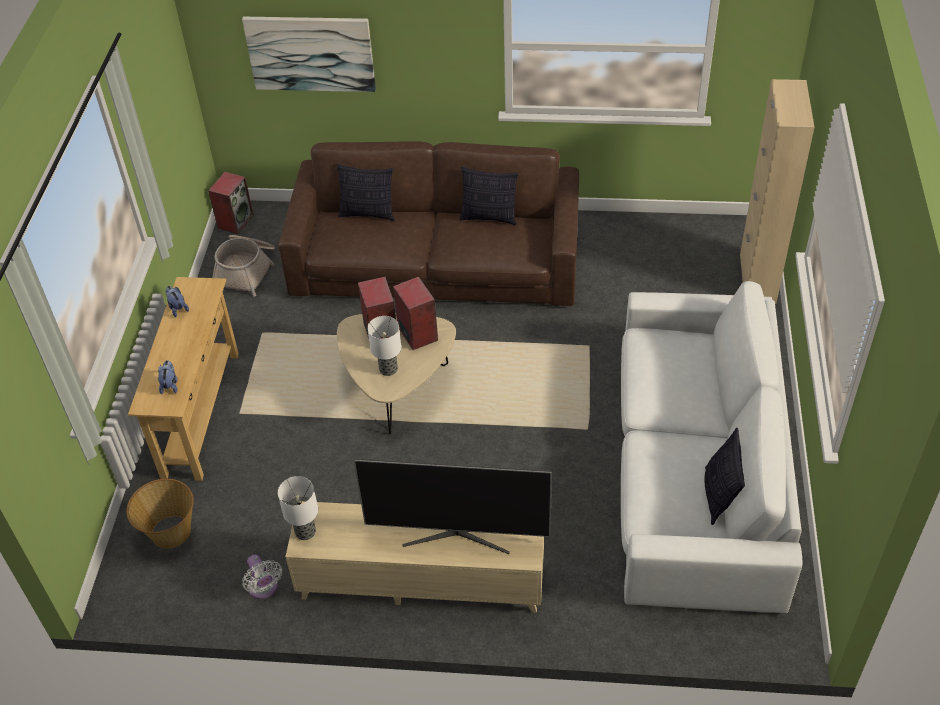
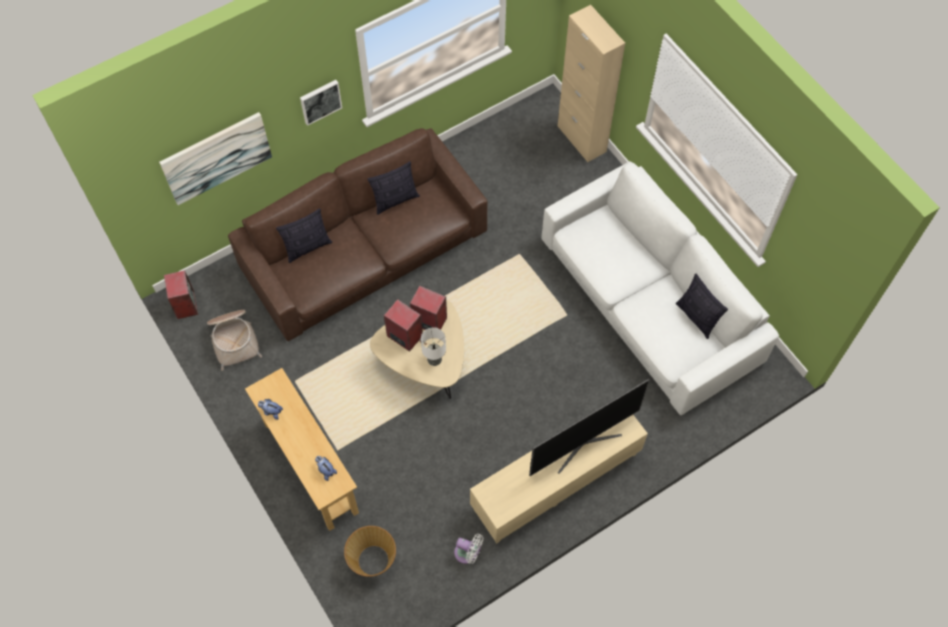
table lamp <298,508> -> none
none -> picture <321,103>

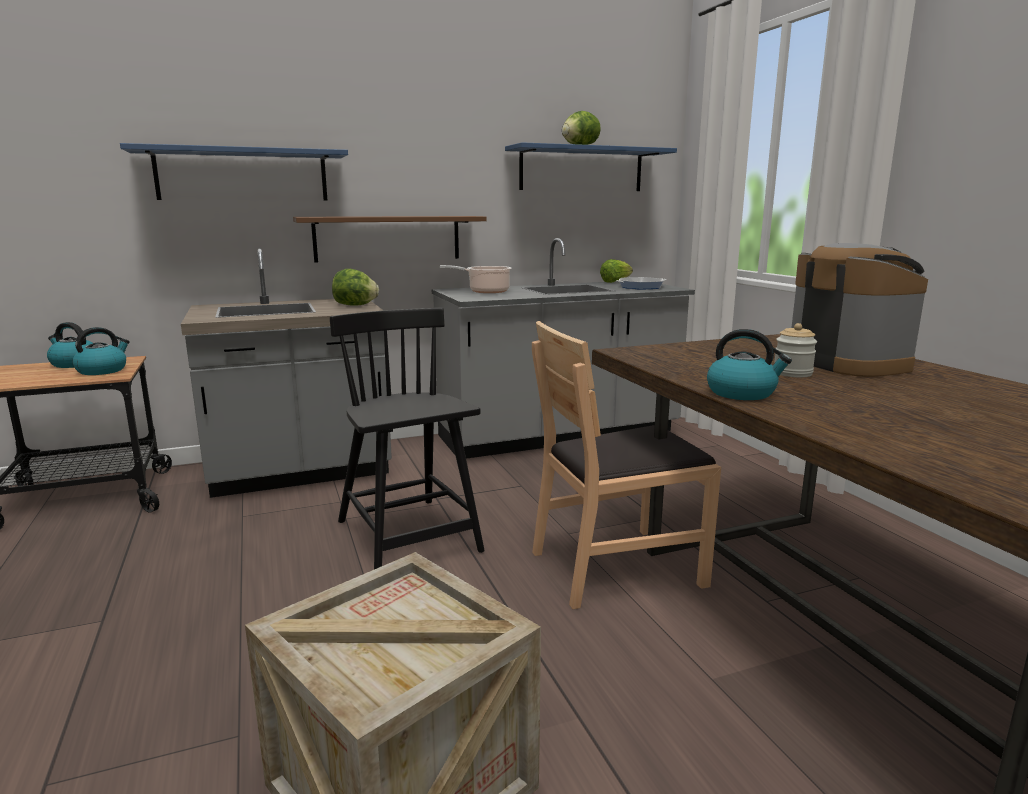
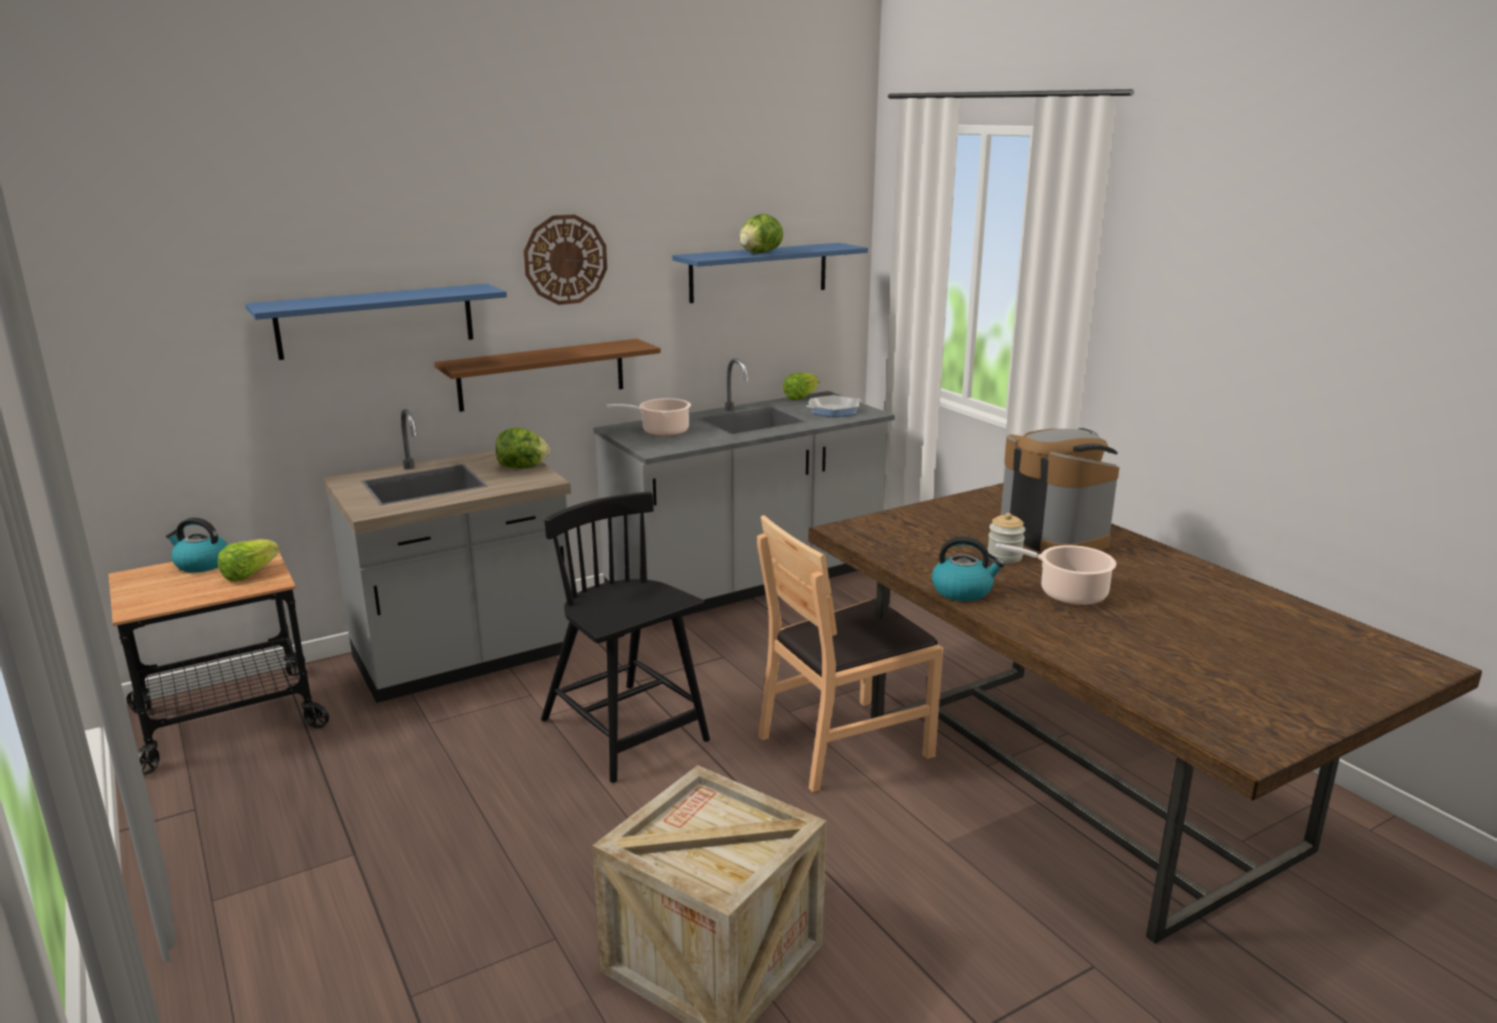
none -> hanging clock <565,259>
none -> saucepot <1055,574>
tea kettle <101,351> -> lettuce head <248,560>

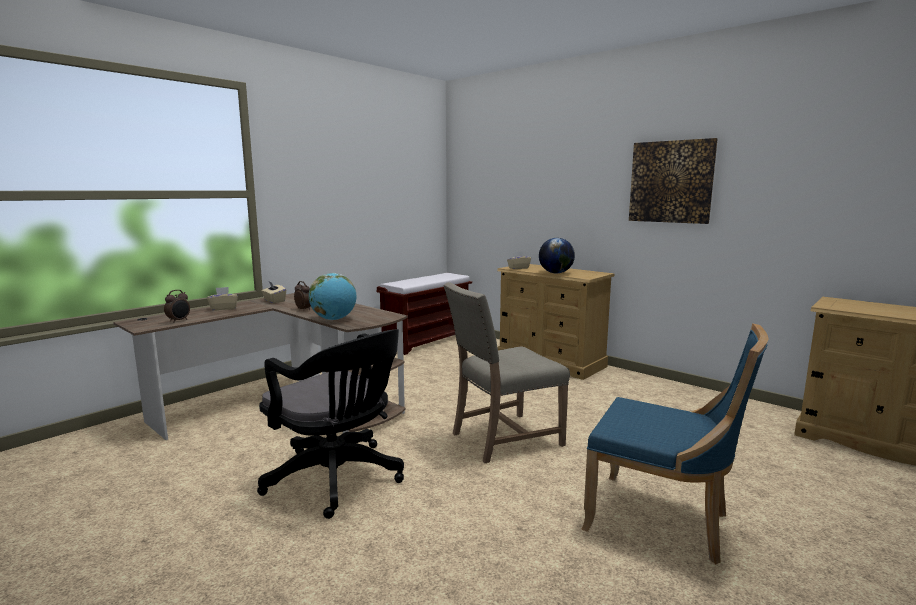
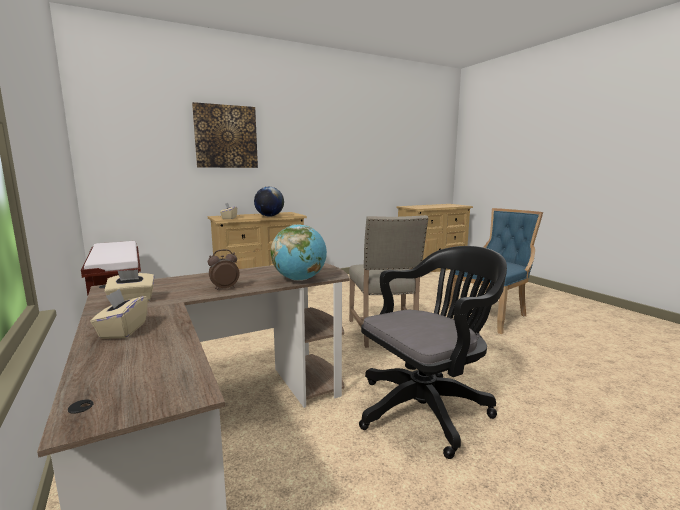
table clock <177,306> -> none
picture <673,181> -> picture <225,135>, relocated

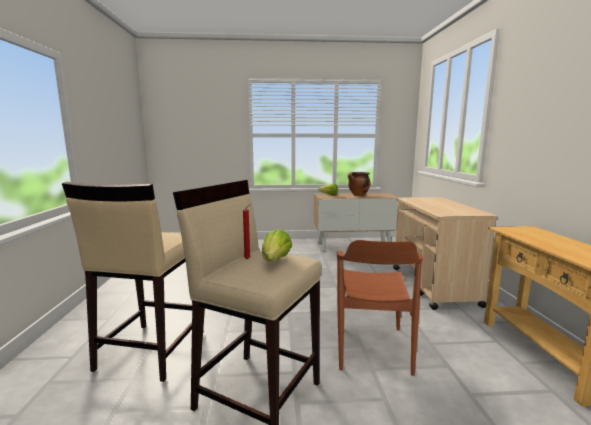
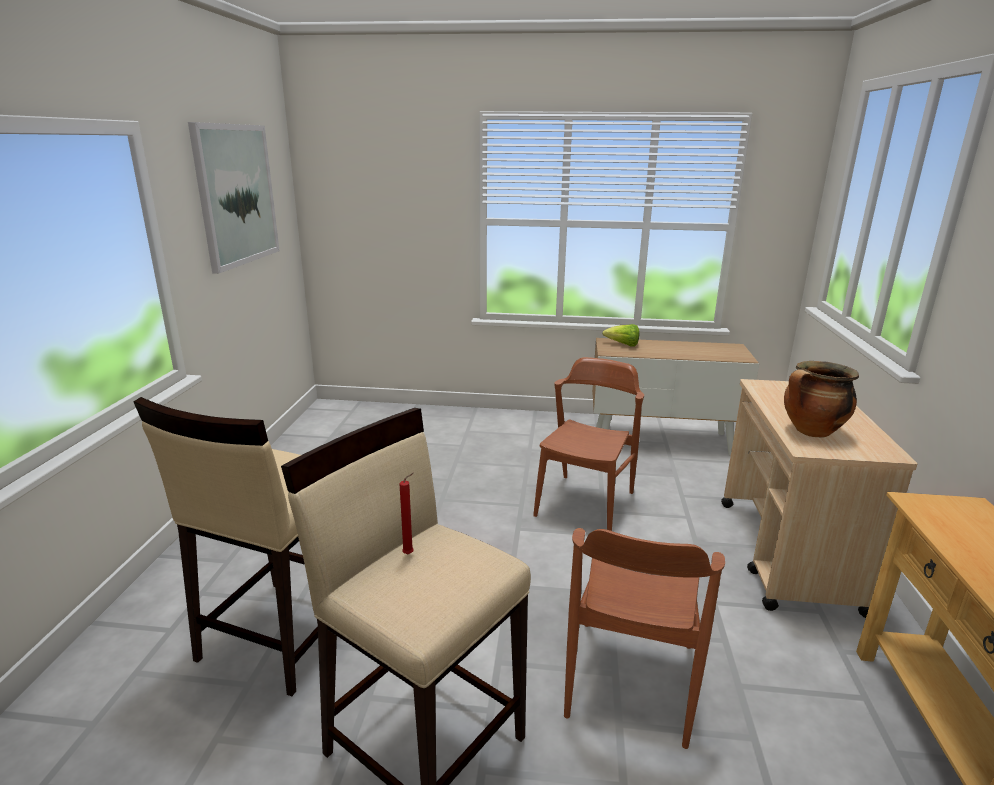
lettuce head <277,245> -> none
none -> picture <234,198>
none -> brown-coloured chair <588,444>
saucepot <359,184> -> saucepot <821,399>, relocated

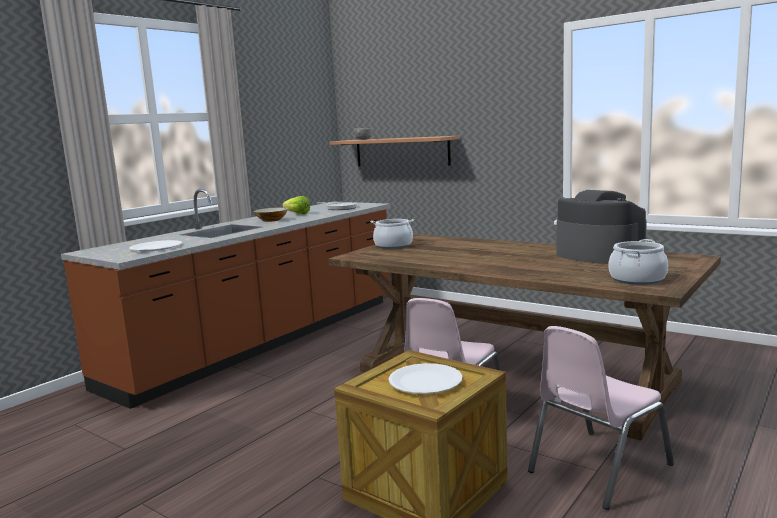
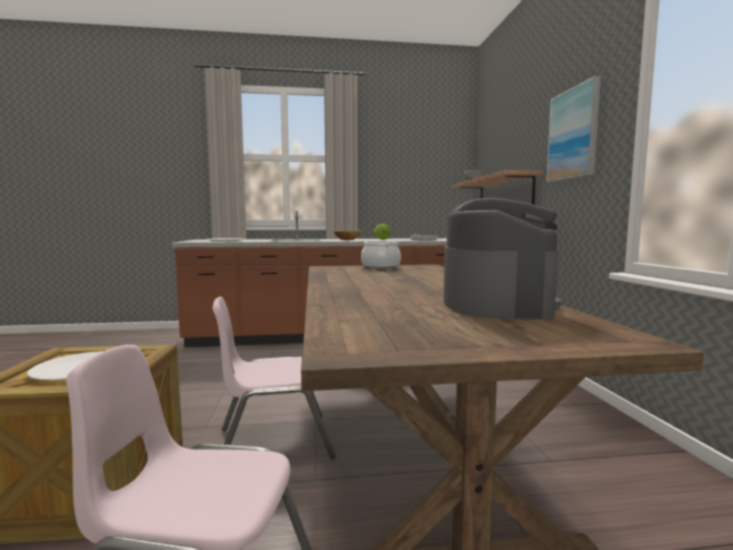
saucepot <638,262> -> none
none -> picture <573,129>

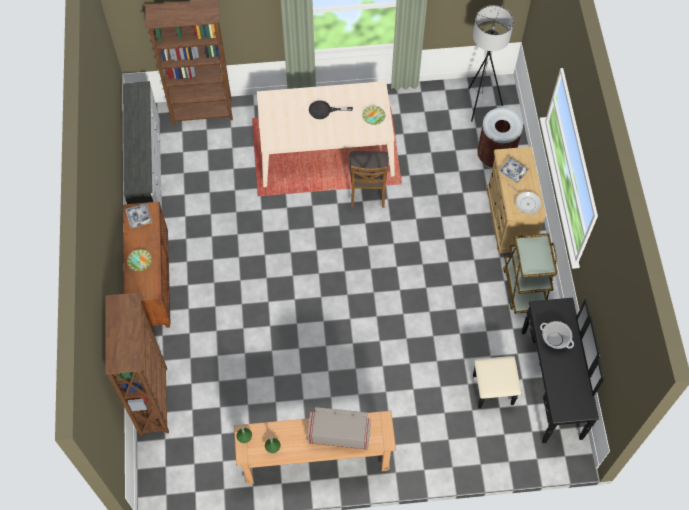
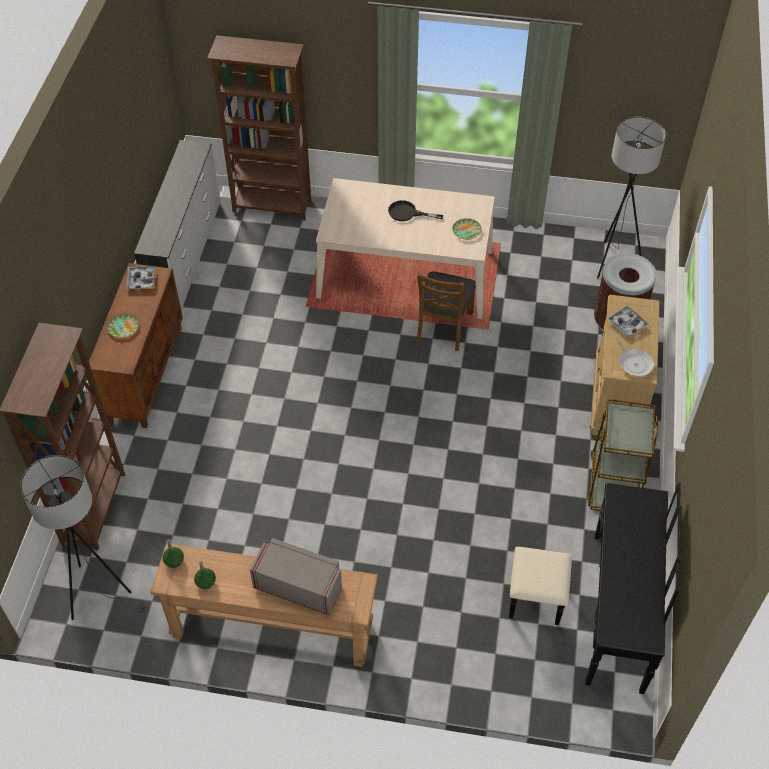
saucepot <557,335> -> none
none -> grey floor lamp <83,537>

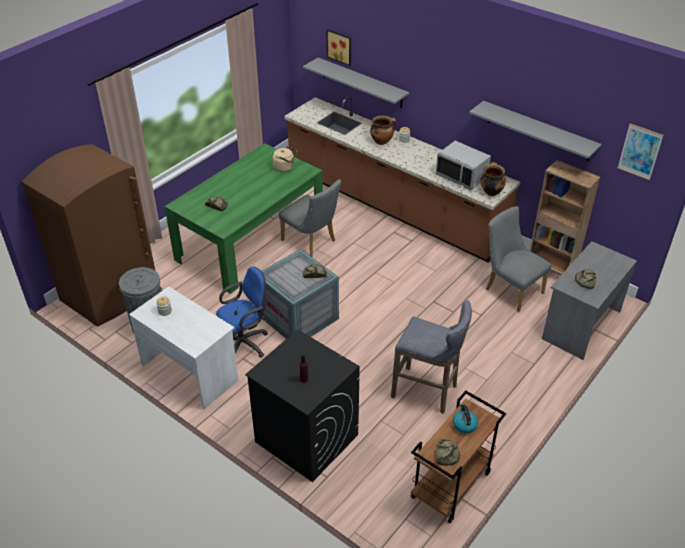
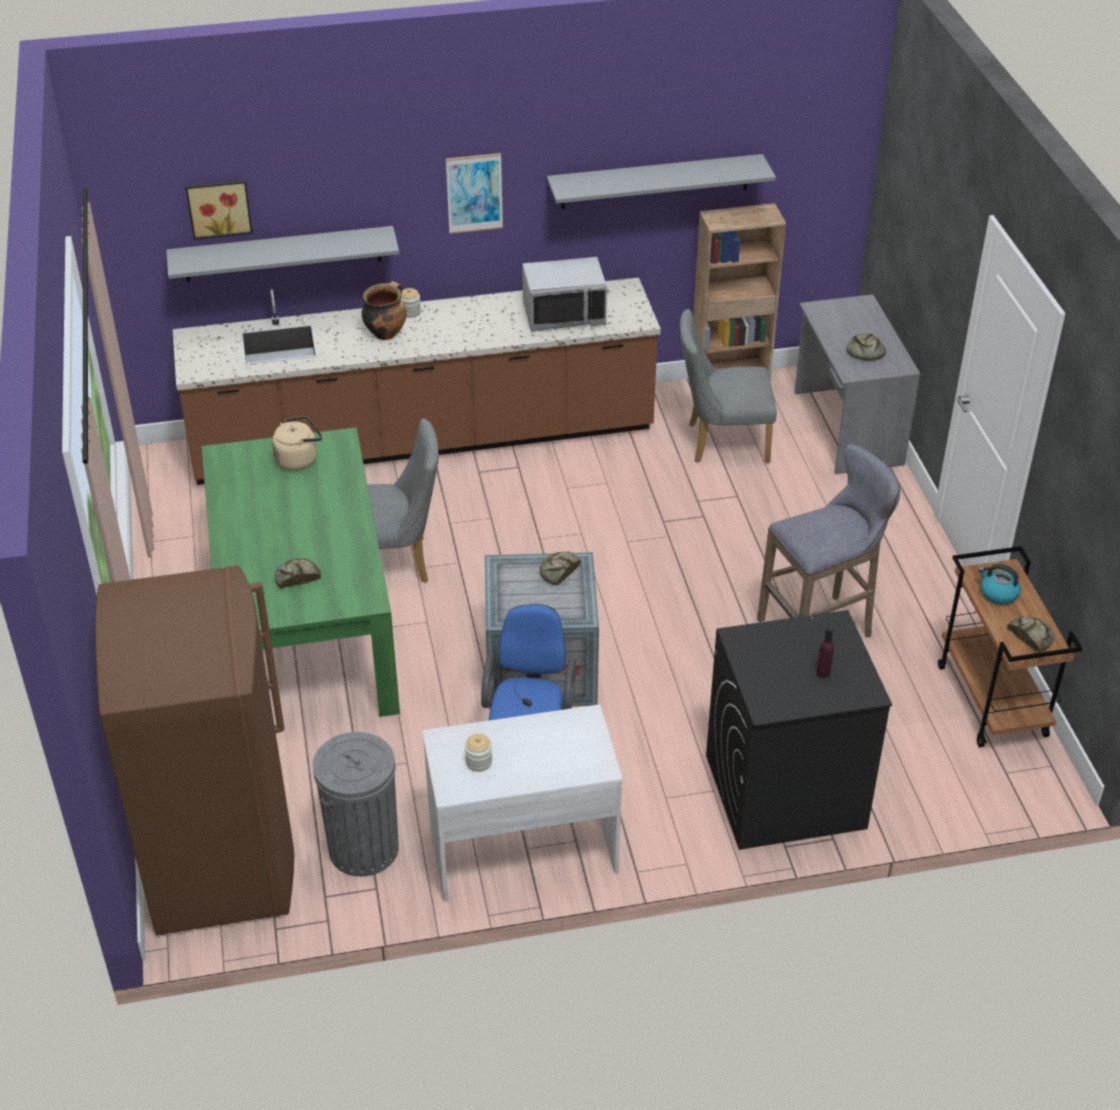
saucepot <493,179> -> none
picture <641,151> -> picture <474,193>, relocated

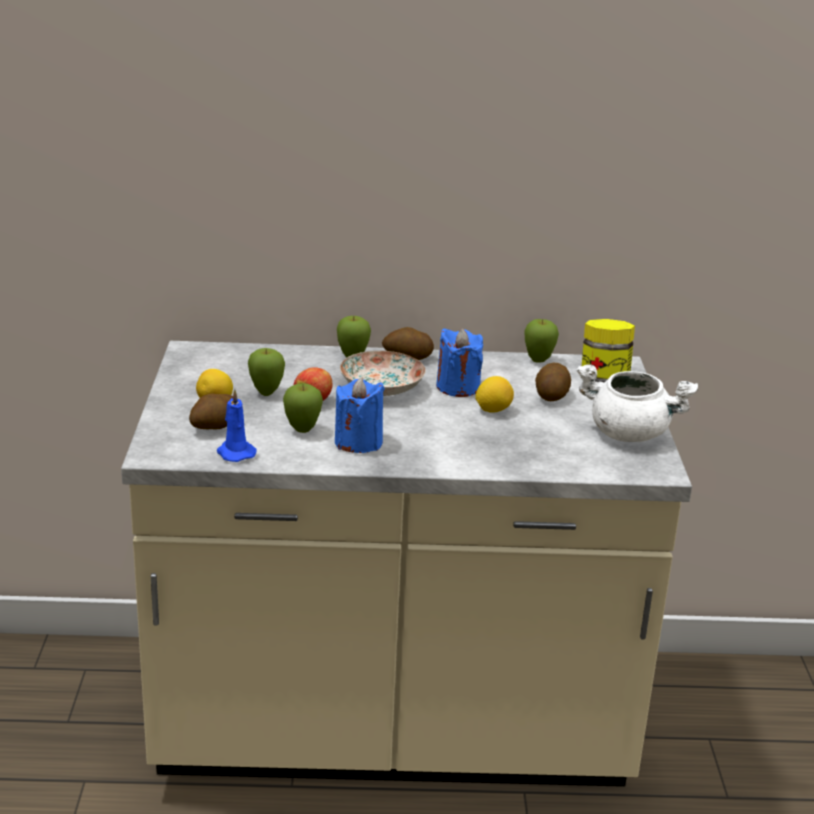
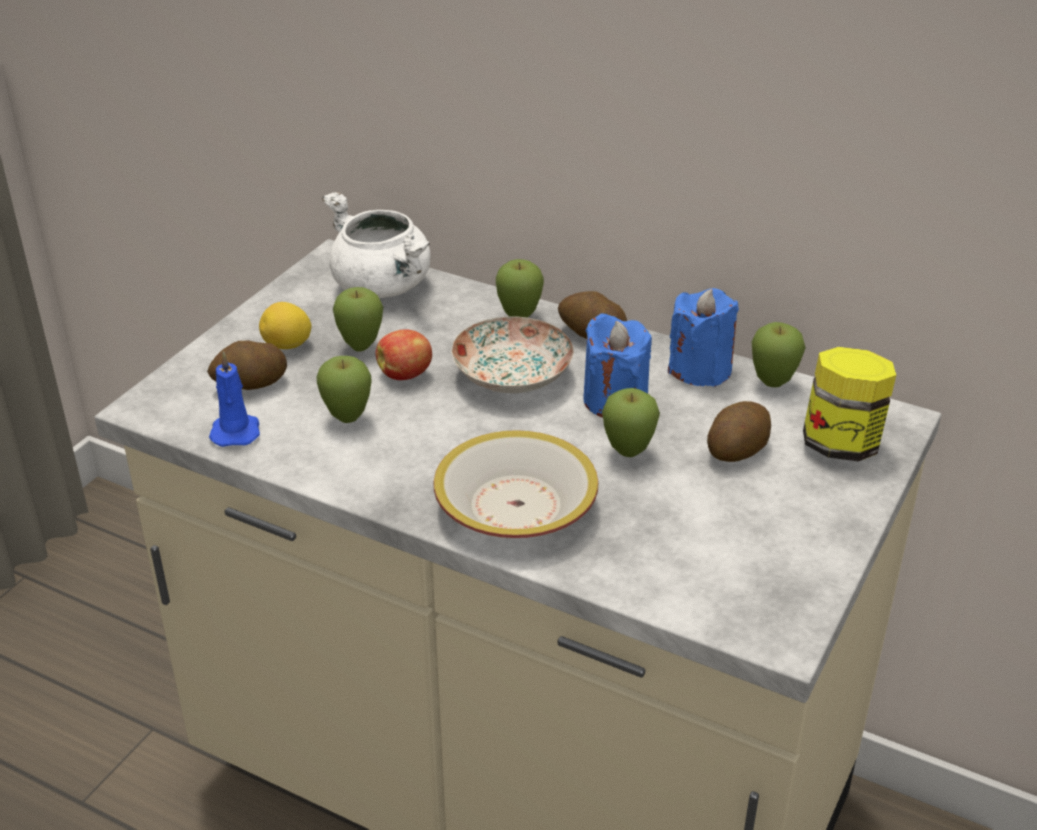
none -> deep dish <516,484>
blue candle <360,415> -> blue candle <703,337>, relocated
white-coloured saucepot <637,403> -> white-coloured saucepot <376,245>, relocated
lemon <494,394> -> apple <631,422>

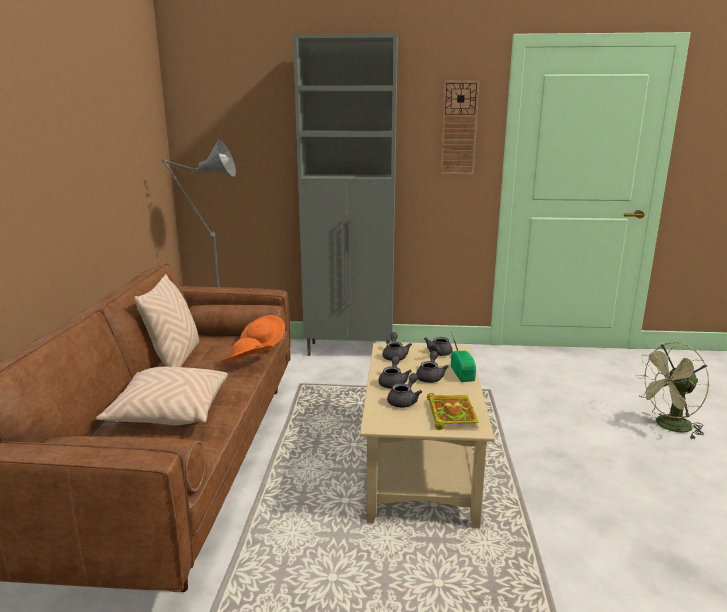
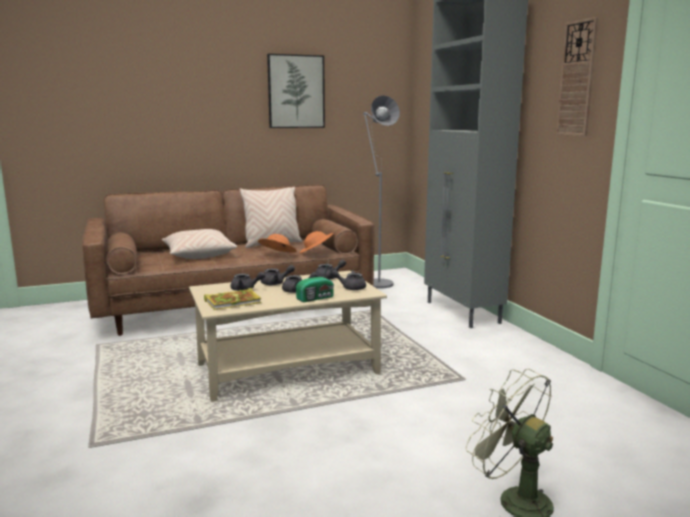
none -> picture <296,91>

